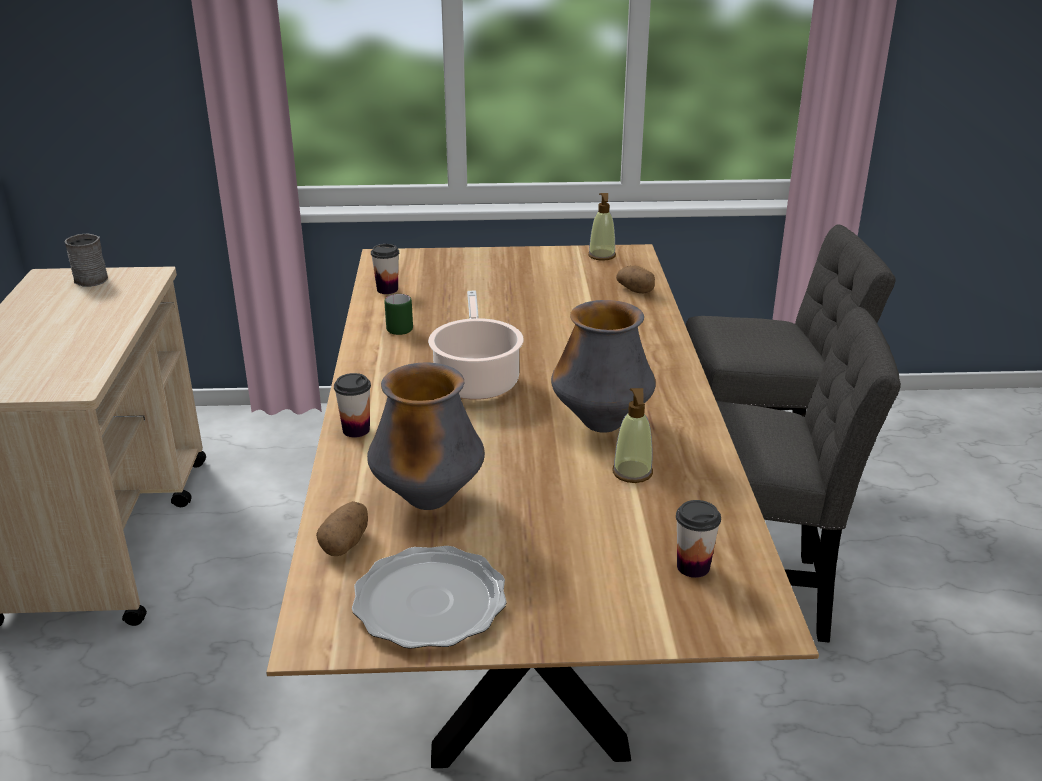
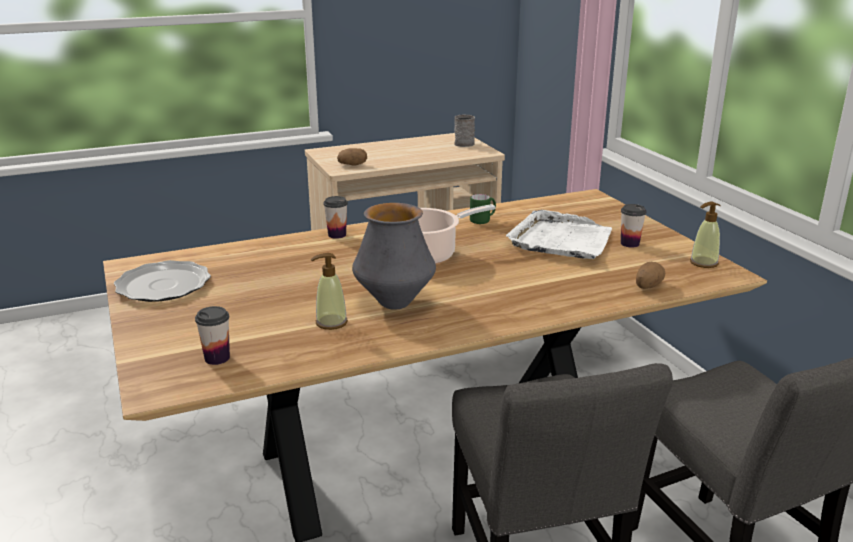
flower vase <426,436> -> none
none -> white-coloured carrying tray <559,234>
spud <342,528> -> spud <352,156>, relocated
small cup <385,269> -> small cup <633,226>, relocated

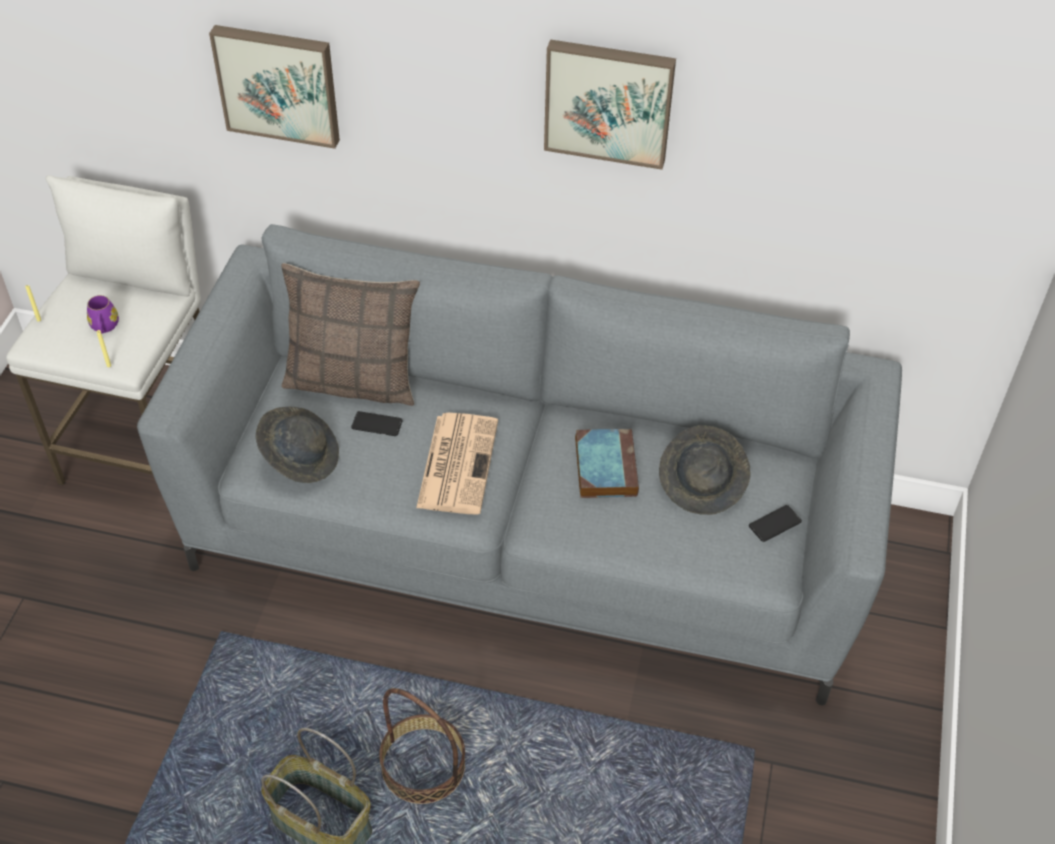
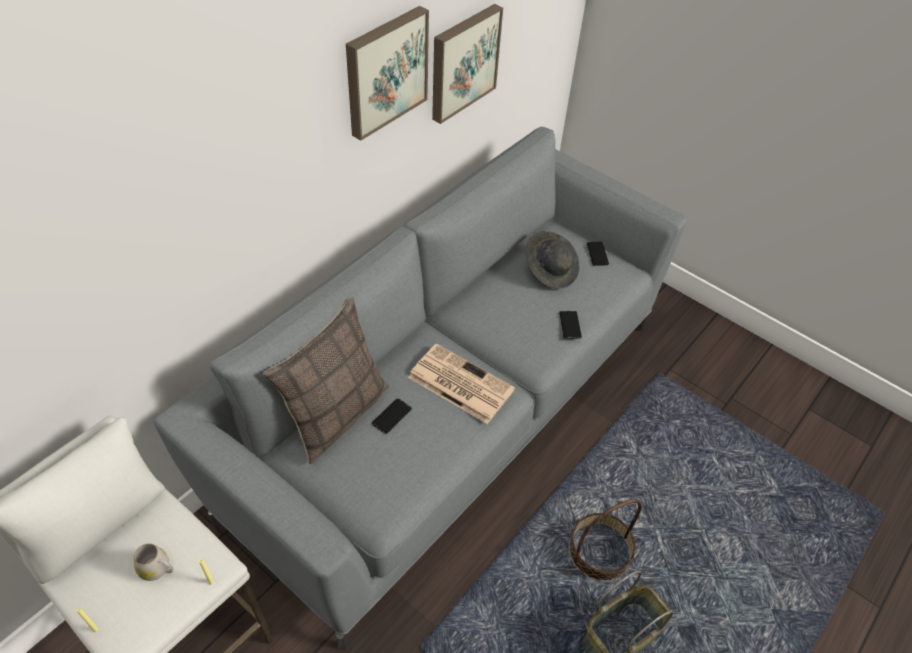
grey hat <297,444> -> none
volume <607,463> -> none
none -> phone <570,325>
picture <274,87> -> picture <467,64>, relocated
purple coffee mug <103,314> -> white-coloured coffee mug <153,562>

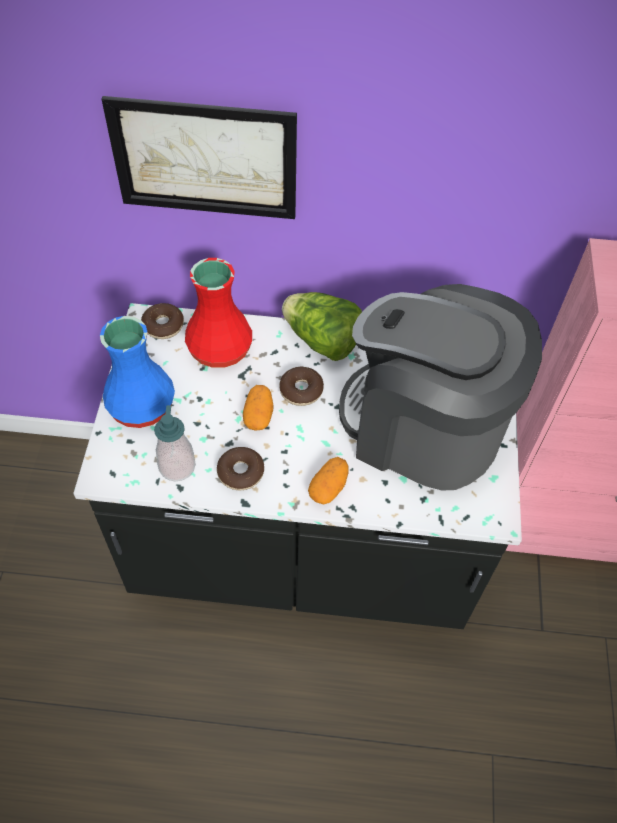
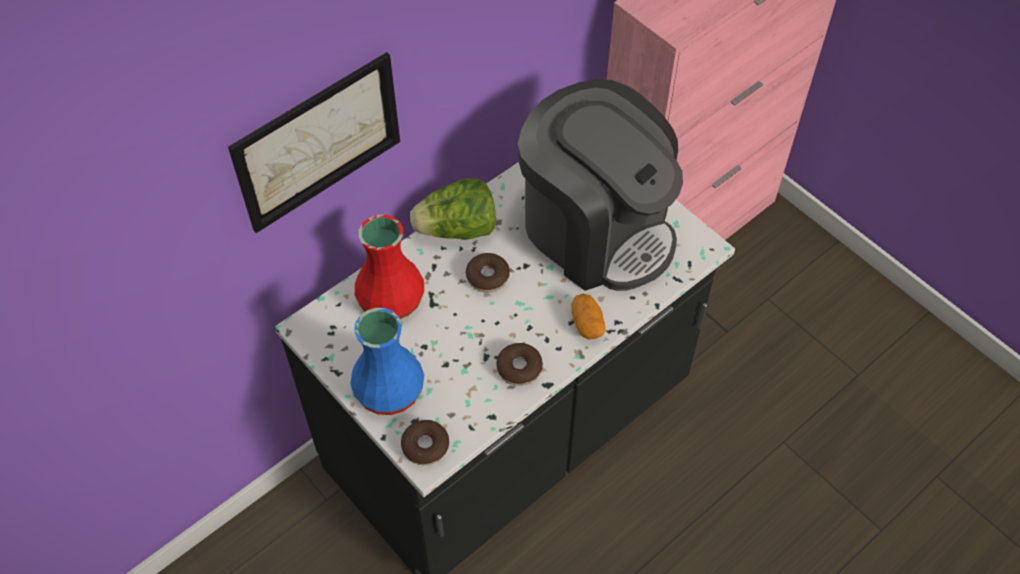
liquid soap bottle <175,443> -> none
spud <258,408> -> none
doughnut <162,321> -> doughnut <425,442>, relocated
coffee brewer <440,387> -> coffee brewer <600,185>, 120 degrees counterclockwise

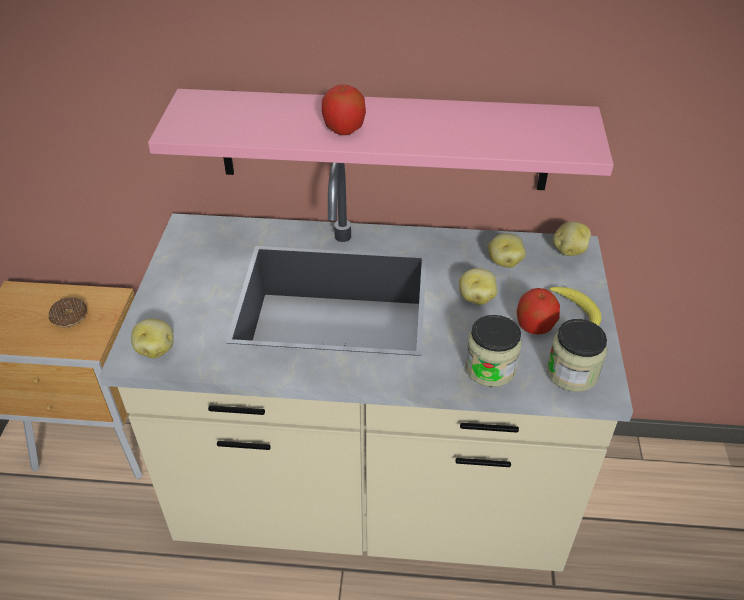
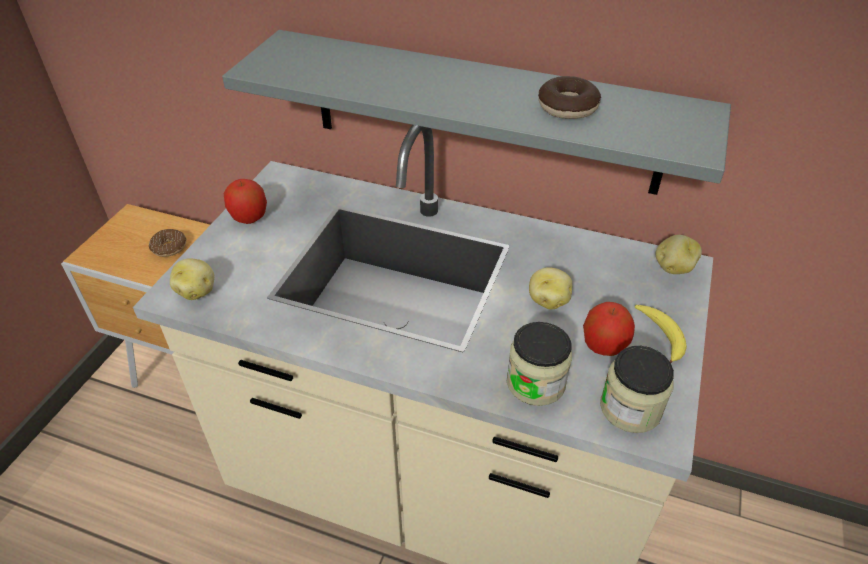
spud <506,250> -> none
none -> doughnut <569,97>
apple <344,110> -> apple <245,201>, relocated
pink-coloured wall shelf <381,139> -> grey wall shelf <476,112>

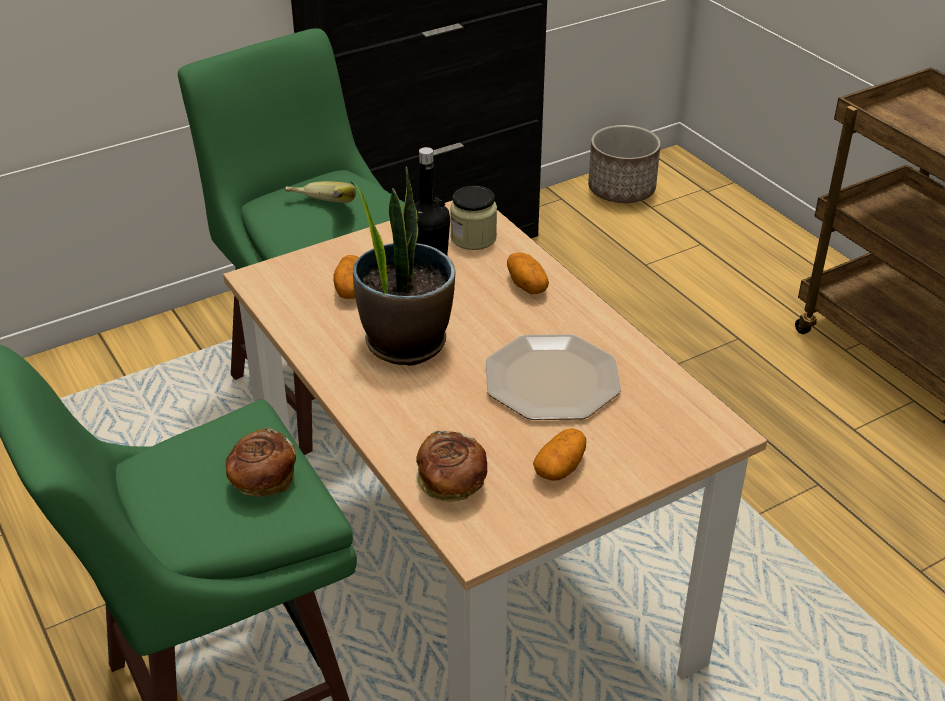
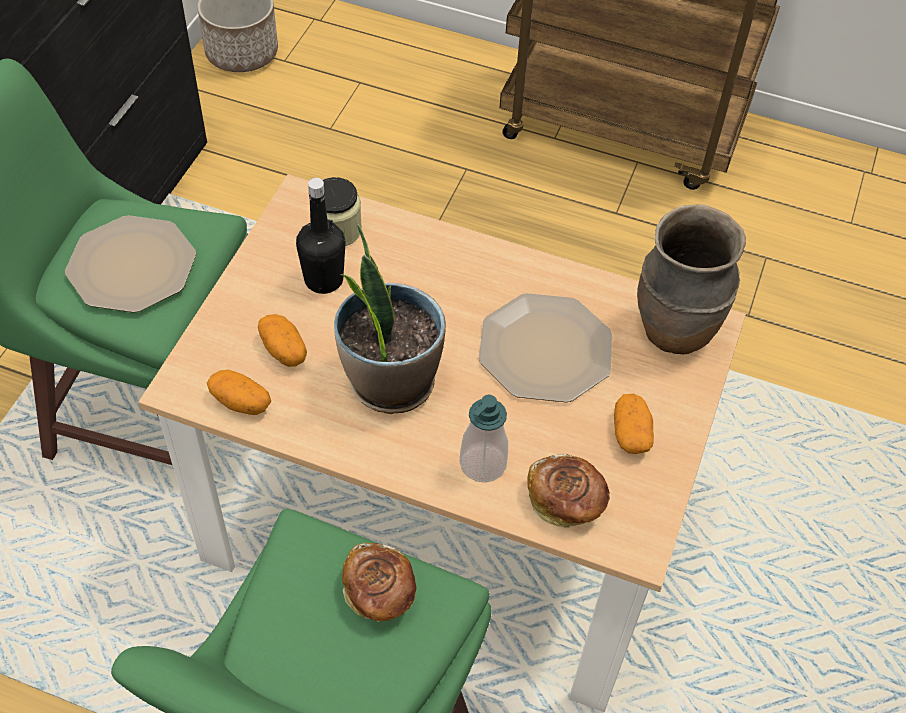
none -> liquid soap bottle <483,439>
none -> brown-coloured flower vase <691,279>
spud <528,273> -> spud <239,392>, relocated
whole banana <320,192> -> dinner plate <130,264>

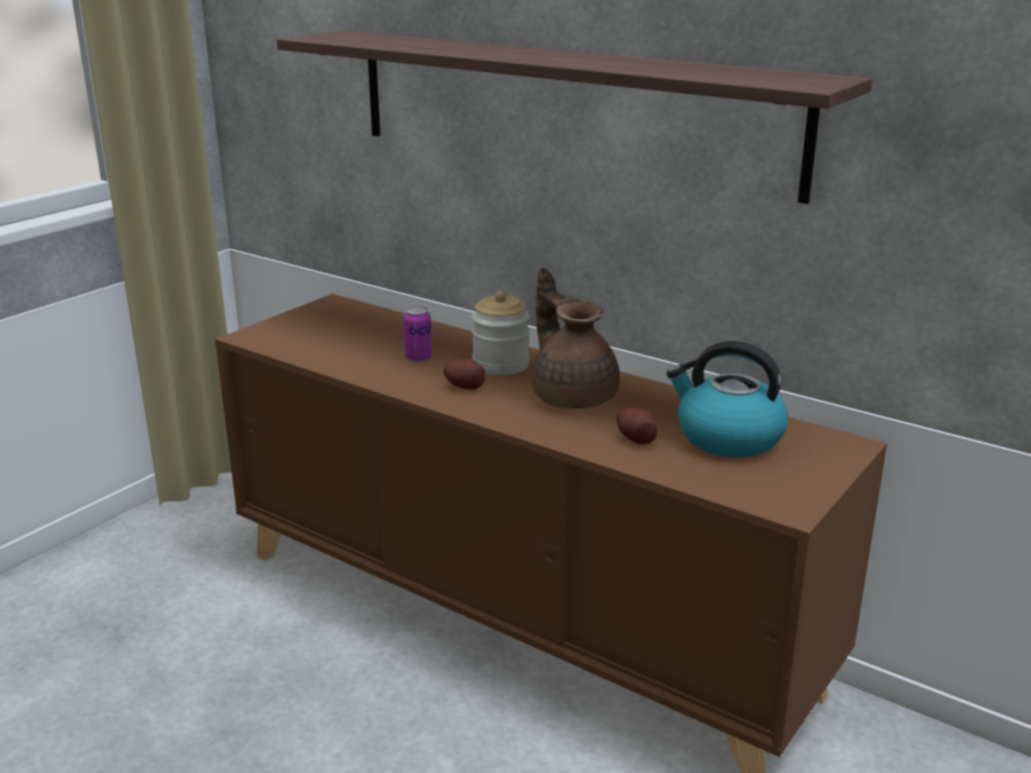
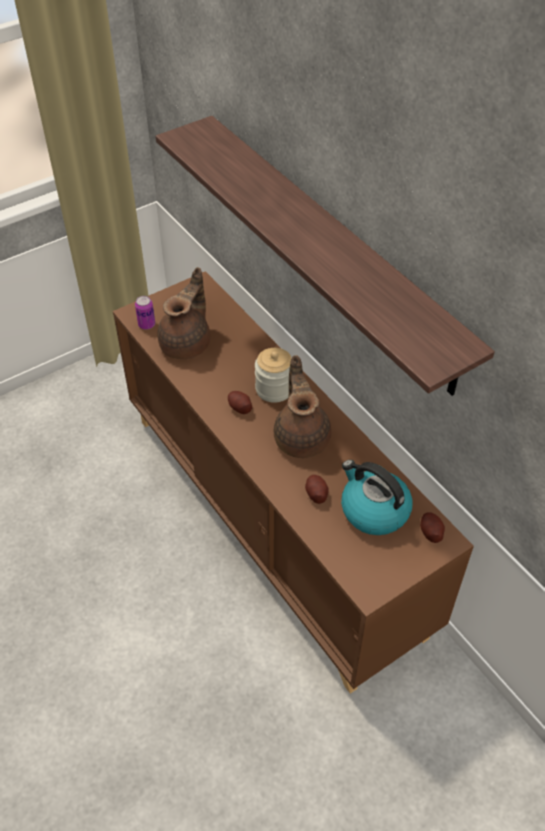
none -> brown-coloured tea pot <184,313>
none -> spud <432,527>
sealed can <417,334> -> sealed can <145,313>, relocated

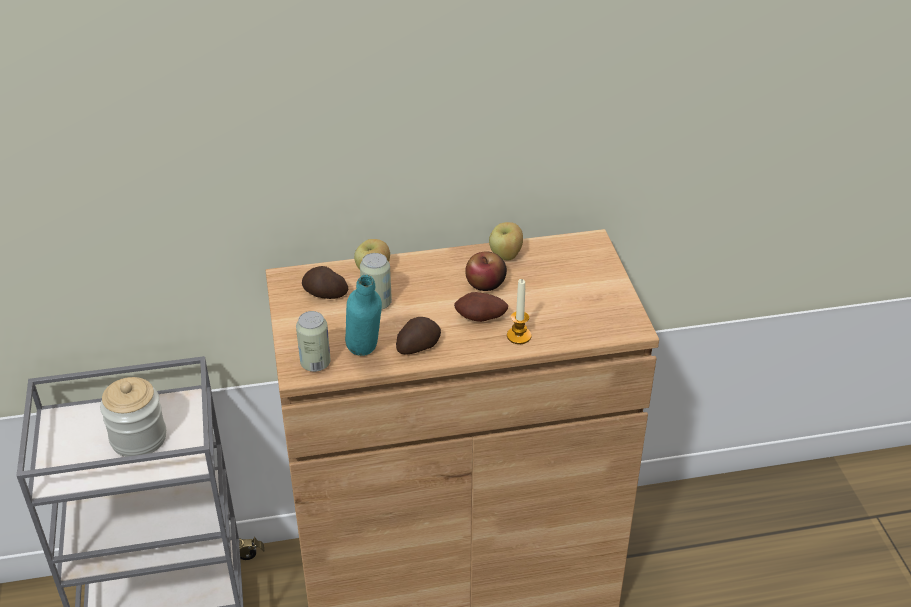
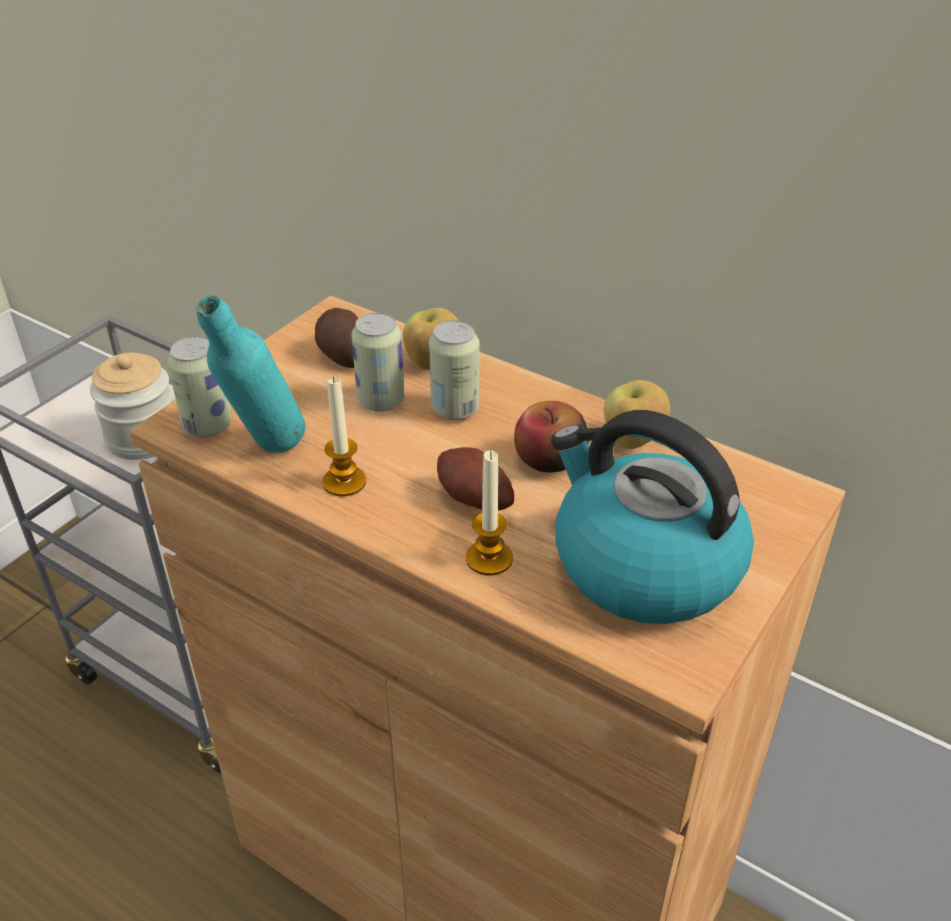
none -> sealed can <454,370>
none -> tea kettle <652,517>
spud <418,336> -> candle <344,436>

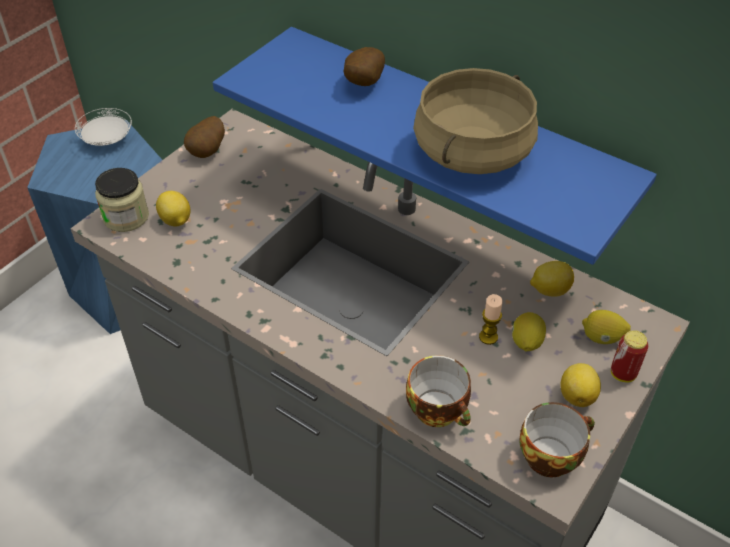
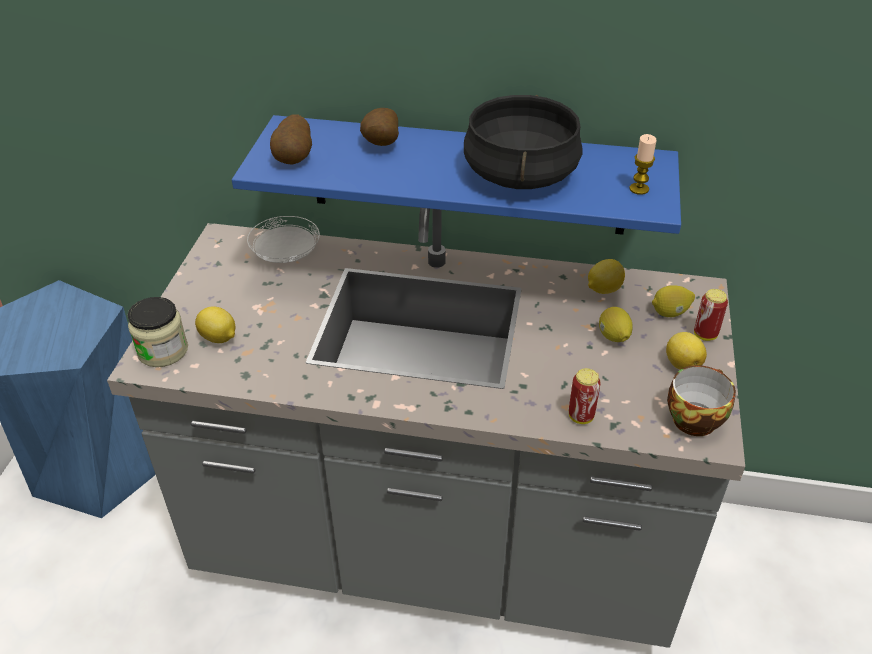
white-coloured dinner plate <103,127> -> white-coloured dinner plate <283,239>, relocated
spud <204,137> -> spud <291,139>, relocated
candle <491,319> -> candle <643,164>, relocated
small cup <438,391> -> sealed can <585,396>
beige saucepot <475,121> -> black-coloured saucepot <523,142>

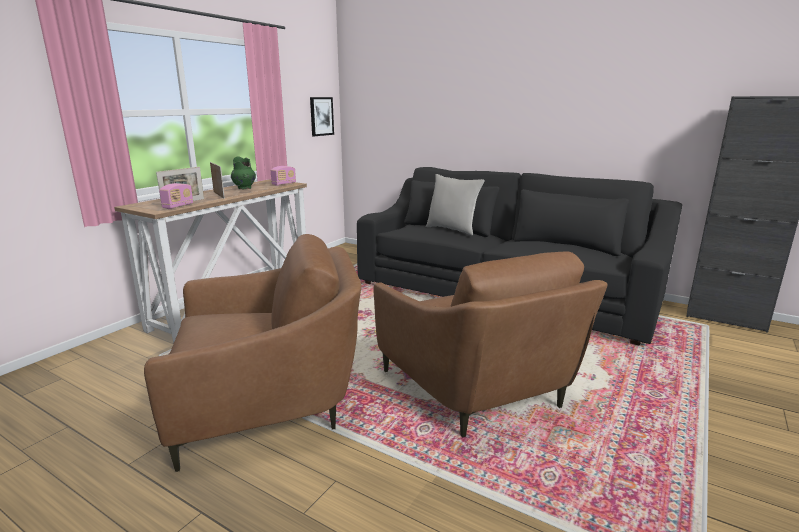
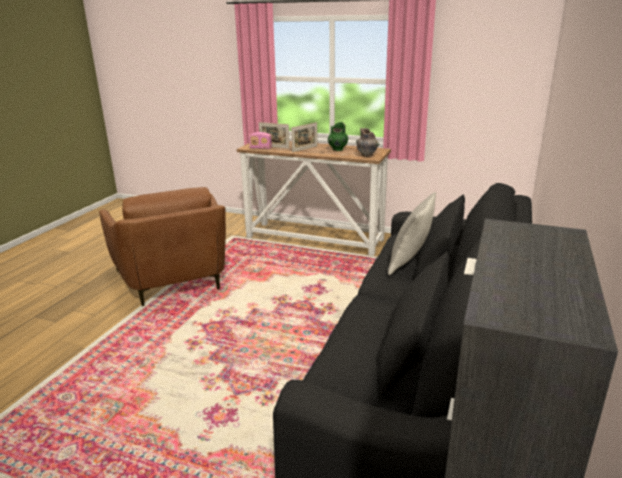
picture <322,116> -> none
brown-coloured armchair <491,344> -> none
radio receiver <283,176> -> grey flower vase <368,142>

